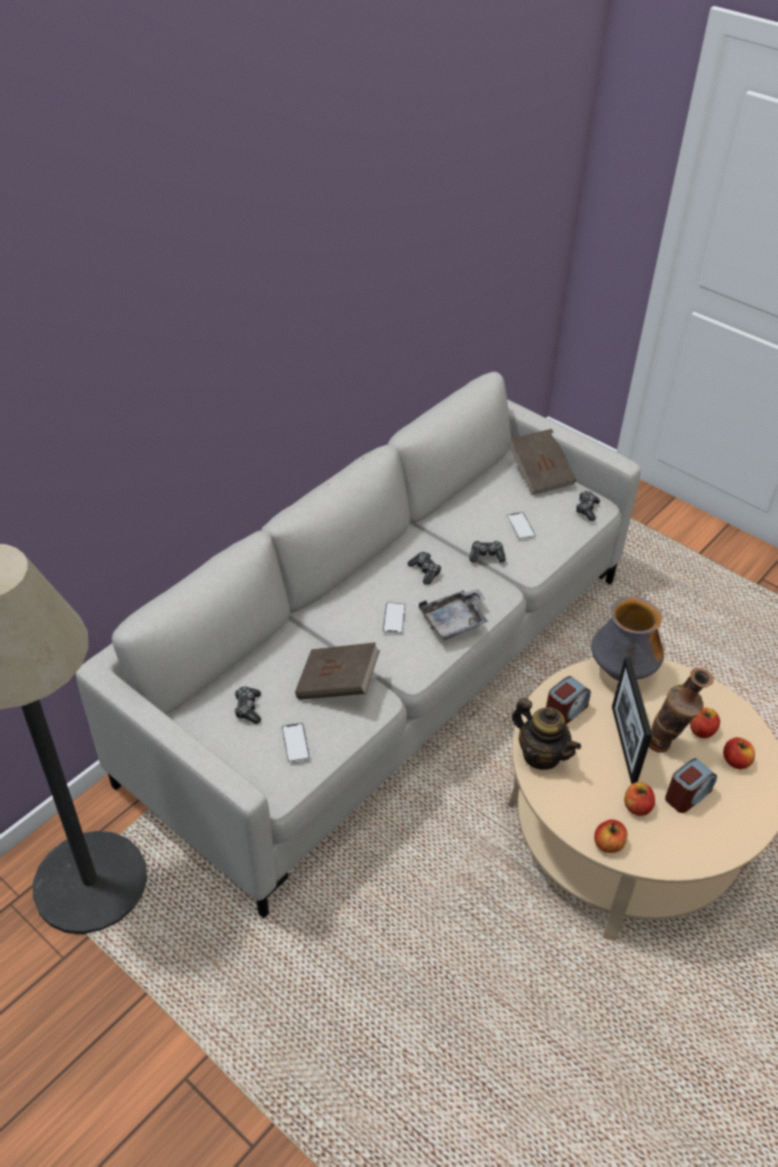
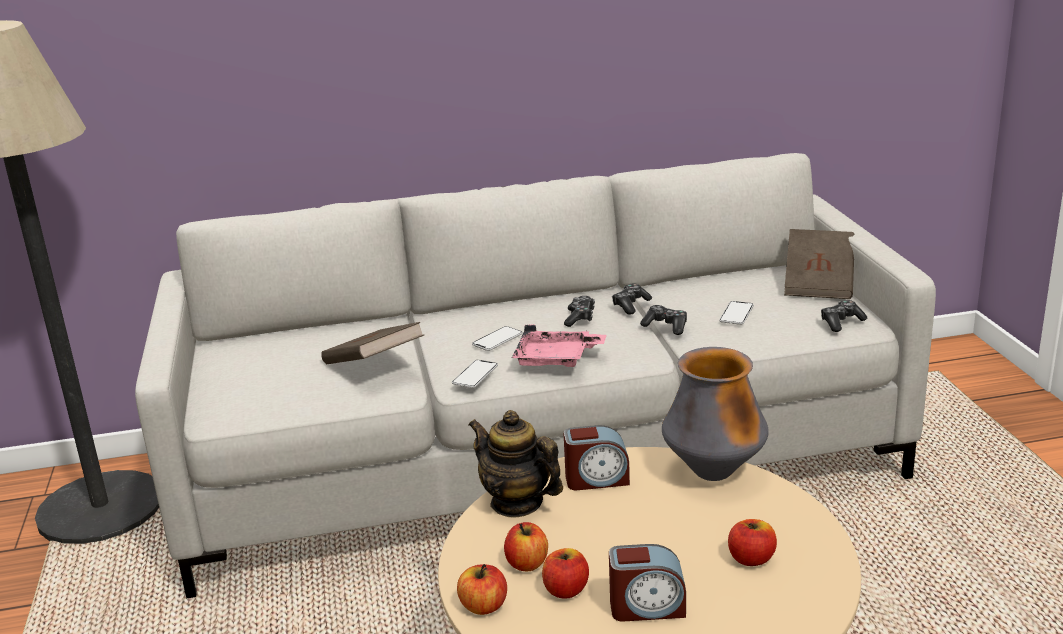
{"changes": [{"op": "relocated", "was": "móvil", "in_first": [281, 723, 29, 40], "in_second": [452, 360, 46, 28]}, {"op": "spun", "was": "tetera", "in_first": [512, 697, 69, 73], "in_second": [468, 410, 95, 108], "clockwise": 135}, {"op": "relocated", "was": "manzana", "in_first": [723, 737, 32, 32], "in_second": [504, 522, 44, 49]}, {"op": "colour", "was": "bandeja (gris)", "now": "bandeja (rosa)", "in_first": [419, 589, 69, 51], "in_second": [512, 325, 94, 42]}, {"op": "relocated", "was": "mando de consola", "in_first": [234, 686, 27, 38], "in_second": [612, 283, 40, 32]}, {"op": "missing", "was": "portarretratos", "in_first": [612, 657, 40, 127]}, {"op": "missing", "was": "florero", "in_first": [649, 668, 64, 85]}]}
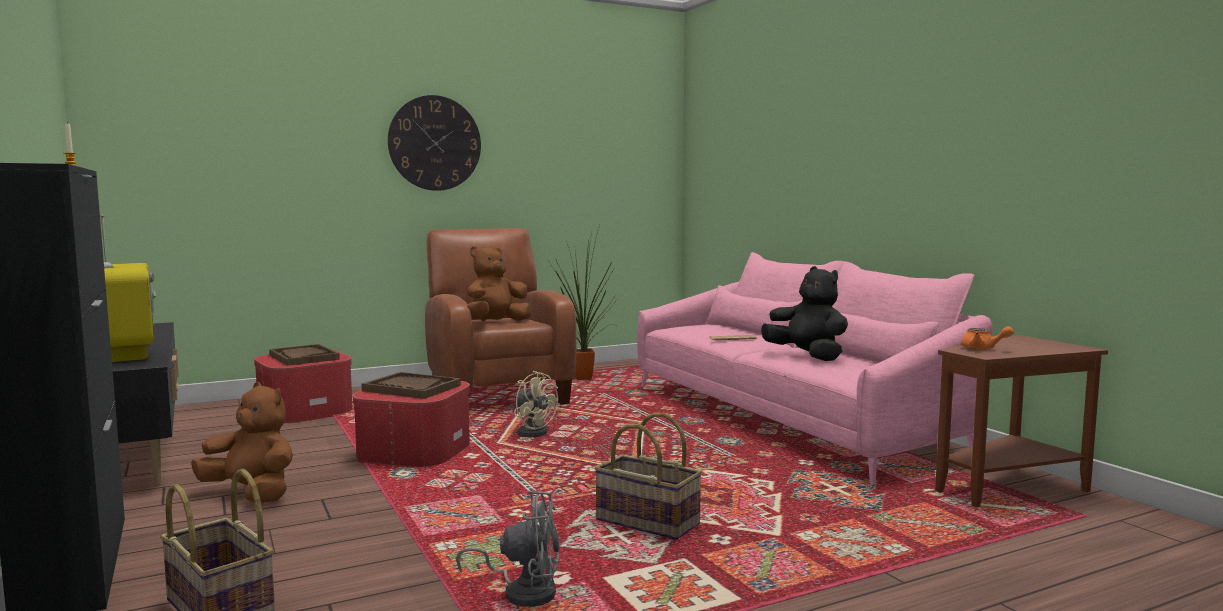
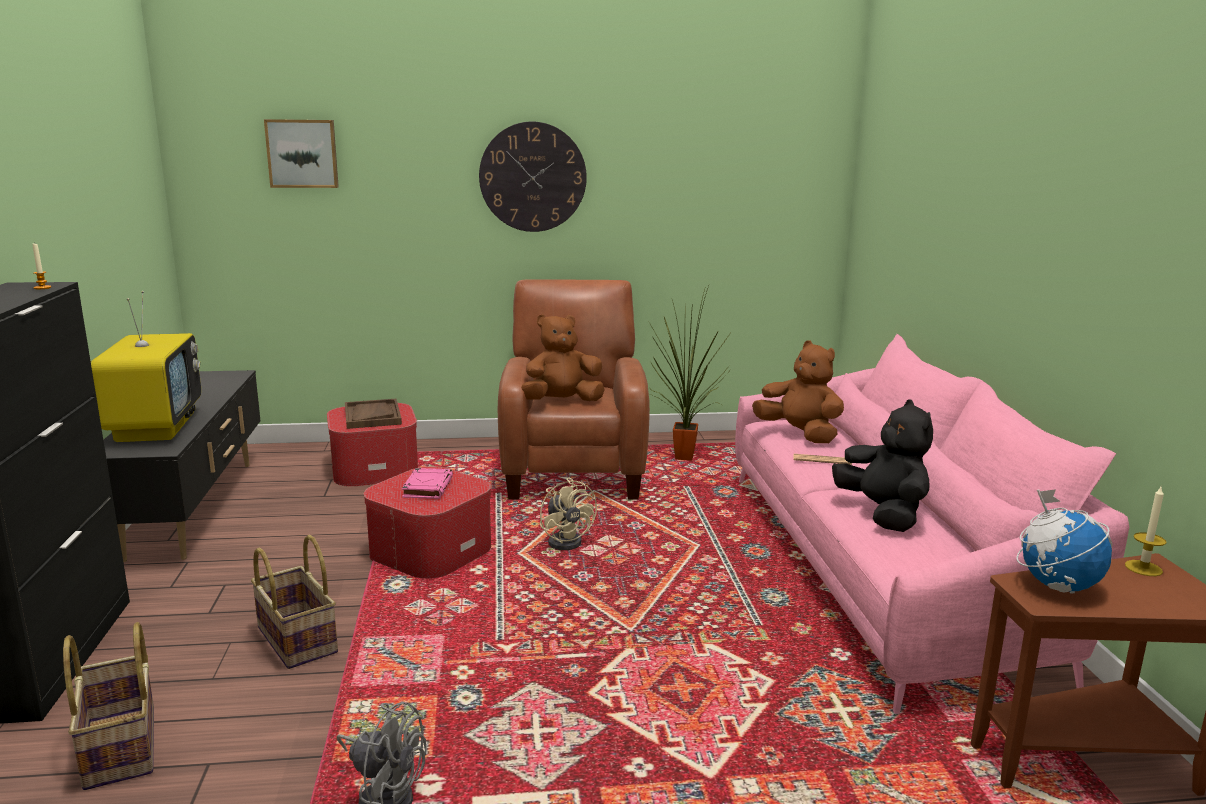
{"changes": [{"op": "relocated", "was": "cesta", "in_first": [594, 413, 108, 127], "in_second": [251, 535, 87, 134]}, {"op": "appeared", "now": "cuadro", "in_second": [264, 119, 75, 69]}, {"op": "exchanged", "was": "bandeja (marrón)", "now": "libro (rosa)", "in_first": [362, 372, 99, 27], "in_second": [402, 468, 51, 31]}, {"op": "relocated", "was": "peluche (marrón)", "in_first": [191, 382, 102, 121], "in_second": [752, 341, 92, 102]}, {"op": "exchanged", "was": "tetera (naranja)", "now": "globo terráqueo", "in_first": [961, 326, 53, 24], "in_second": [1016, 489, 97, 104]}, {"op": "appeared", "now": "vela", "in_second": [1125, 487, 42, 89]}]}
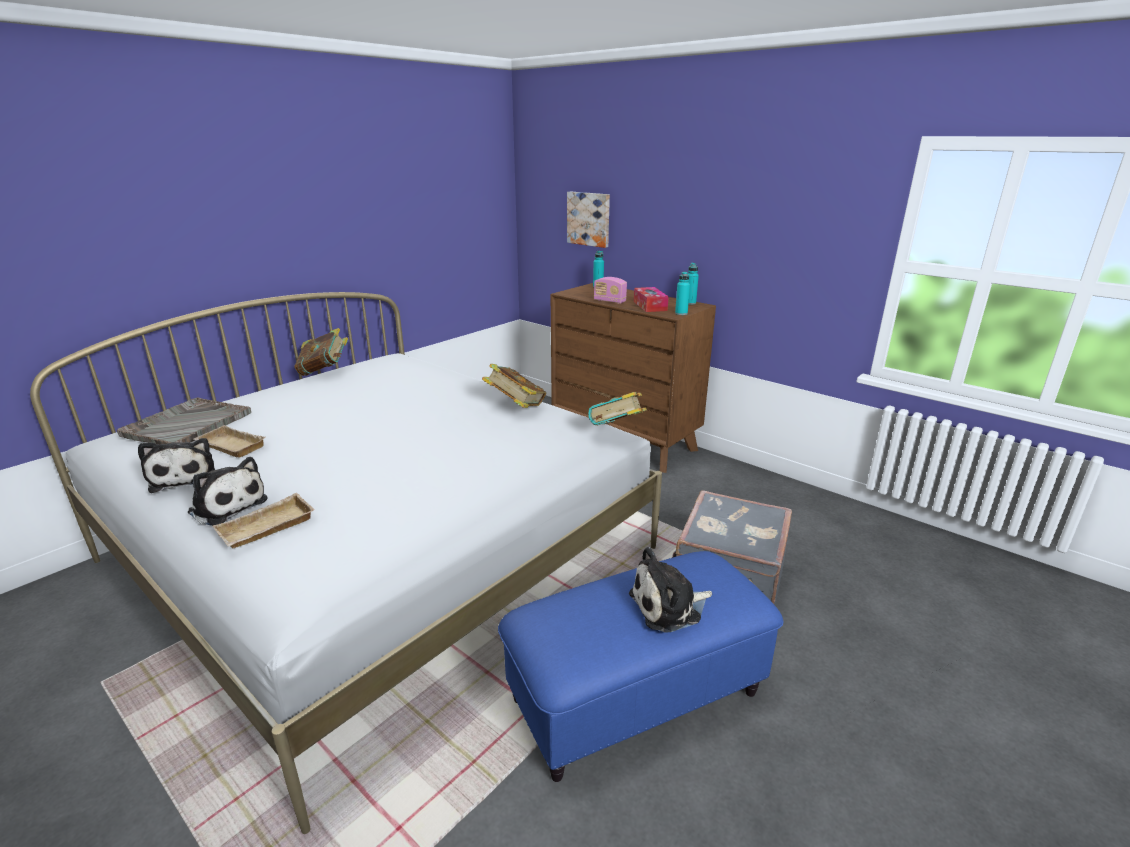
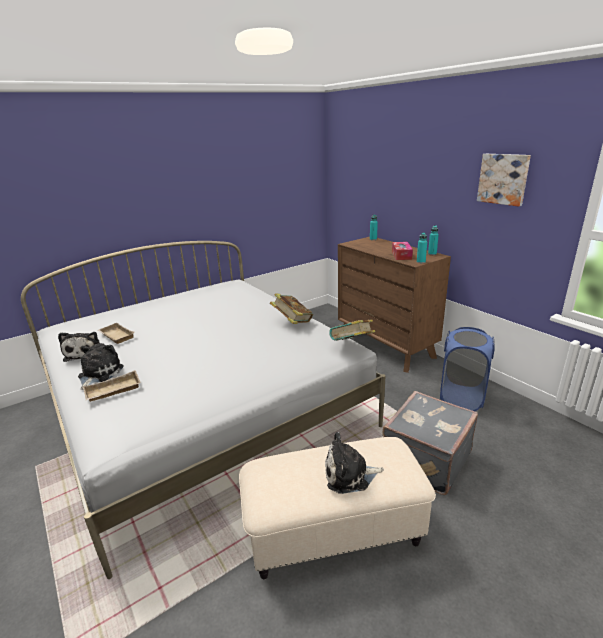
{"changes": [{"op": "spun", "was": "peluche", "in_first": [188, 457, 80, 69], "in_second": [78, 343, 46, 47], "clockwise": -120}, {"op": "colour", "was": "puf (azul)", "now": "puf (beis)", "in_first": [498, 551, 286, 231], "in_second": [239, 437, 197, 142]}, {"op": "appeared", "now": "cesto de la ropa (azul)", "in_second": [440, 327, 55, 84]}, {"op": "relocated", "was": "cuadro", "in_first": [567, 192, 43, 56], "in_second": [477, 154, 54, 53]}, {"op": "missing", "was": "bandeja (gris)", "in_first": [117, 398, 134, 47]}, {"op": "missing", "was": "libro", "in_first": [295, 328, 53, 48]}, {"op": "missing", "was": "radio", "in_first": [594, 277, 33, 27]}]}
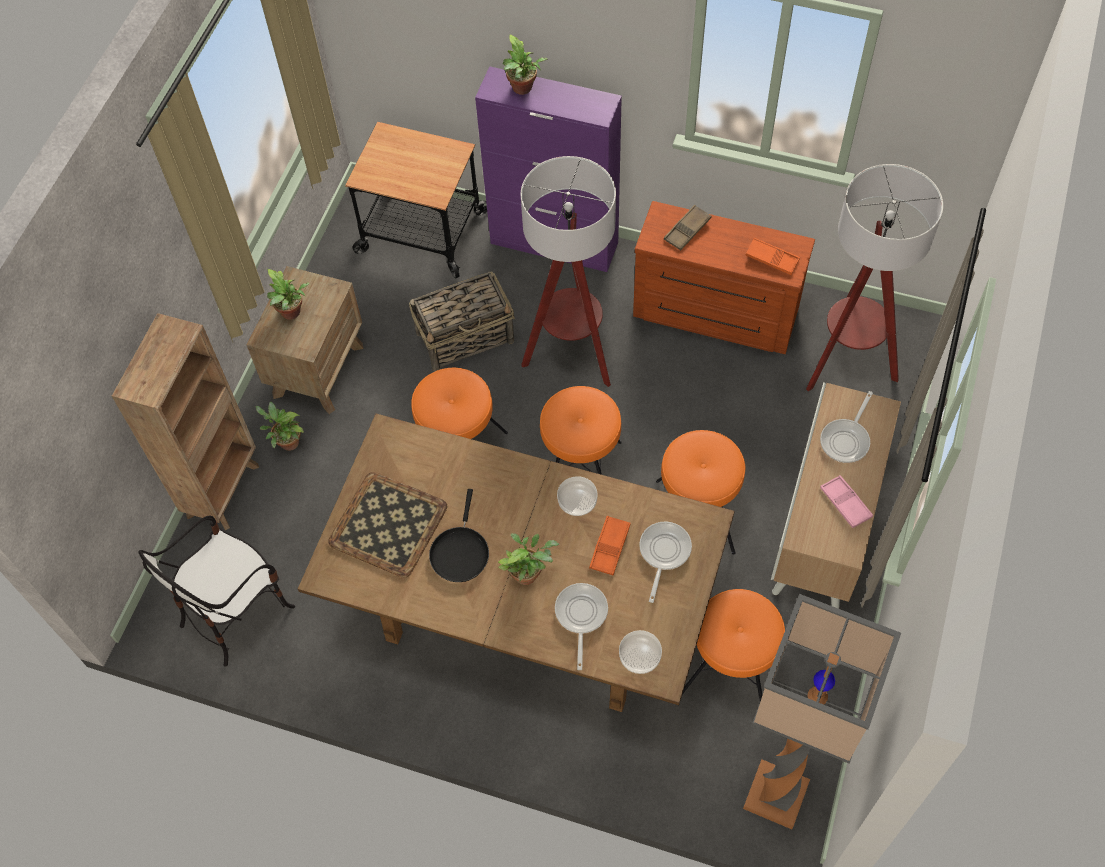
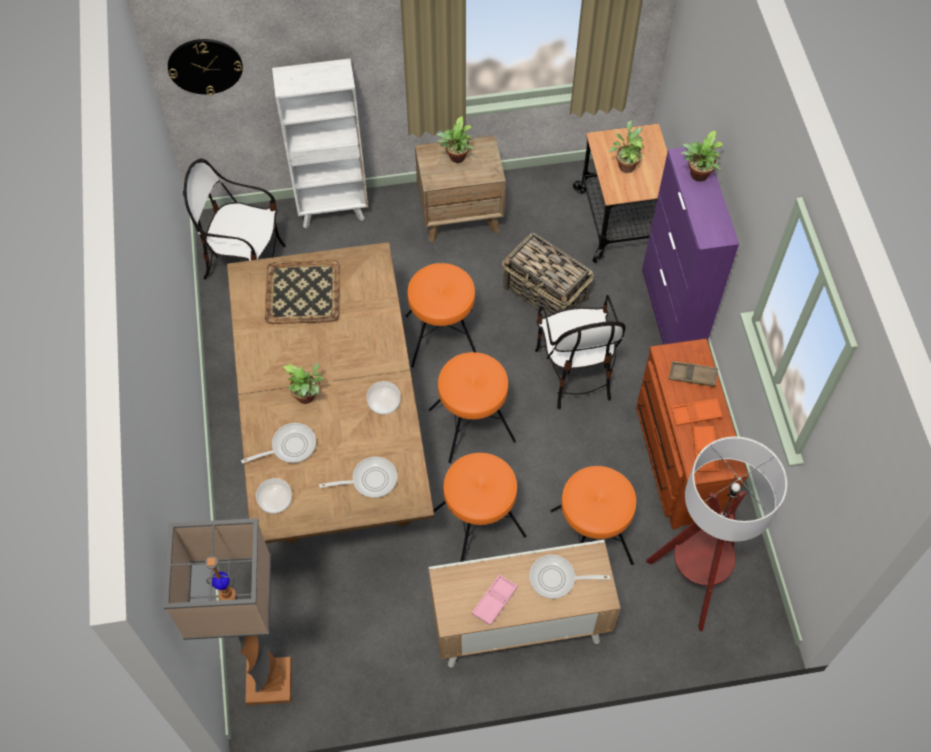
{"changes": [{"op": "appeared", "now": "reloj de pared", "in_second": [168, 39, 75, 57]}, {"op": "colour", "was": "estantería (marrón)", "now": "estantería (blanco)", "in_first": [112, 313, 147, 217], "in_second": [272, 59, 96, 169]}, {"op": "exchanged", "was": "lámpara de pie", "now": "silla", "in_first": [521, 156, 95, 231], "in_second": [535, 295, 90, 114]}, {"op": "relocated", "was": "taburete (naranja)", "in_first": [682, 589, 103, 113], "in_second": [550, 466, 86, 99]}, {"op": "relocated", "was": "planta en maceta", "in_first": [256, 402, 48, 49], "in_second": [609, 120, 35, 53]}, {"op": "relocated", "was": "bandeja (naranja)", "in_first": [589, 516, 42, 60], "in_second": [671, 399, 51, 27]}, {"op": "missing", "was": "sartén (negro)", "in_first": [429, 489, 60, 93]}]}
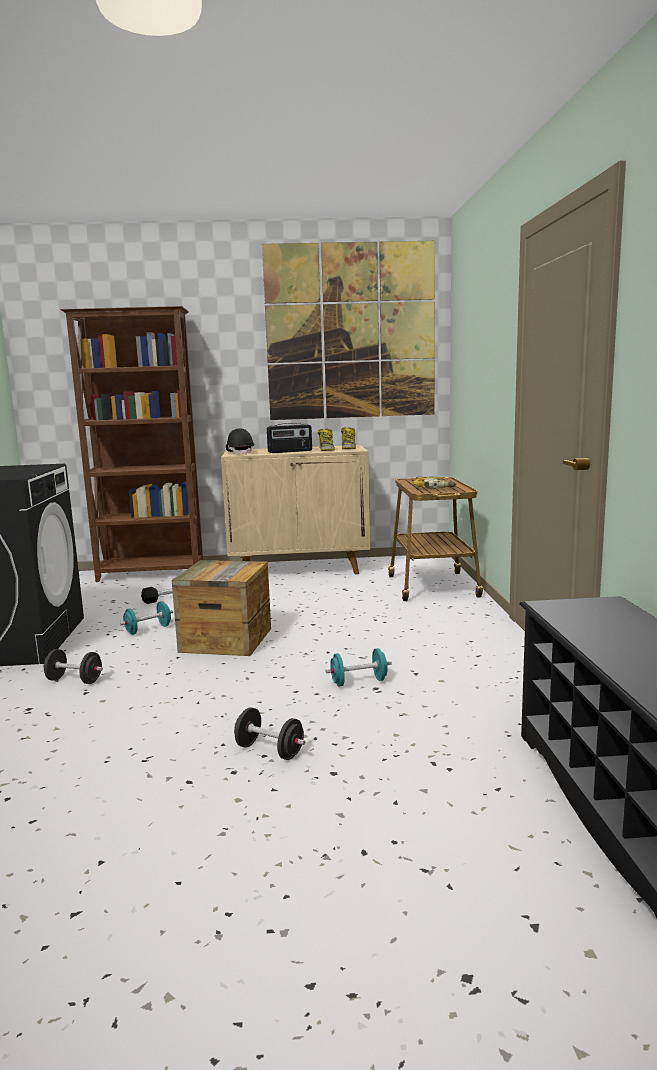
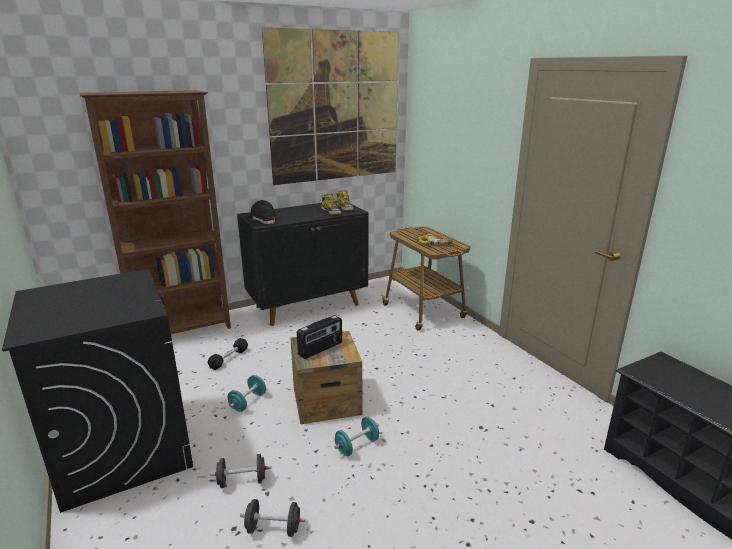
{"changes": [{"op": "colour", "was": "armario (beis)", "now": "armario (negro)", "in_first": [221, 445, 149, 129], "in_second": [237, 201, 132, 125]}, {"op": "relocated", "was": "mancuerna (negro)", "in_first": [234, 707, 71, 53], "in_second": [240, 499, 65, 38]}, {"op": "relocated", "was": "radio", "in_first": [267, 423, 45, 30], "in_second": [297, 315, 45, 44]}, {"op": "relocated", "was": "mancuerna (turquesa)", "in_first": [325, 648, 67, 39], "in_second": [334, 417, 45, 39]}]}
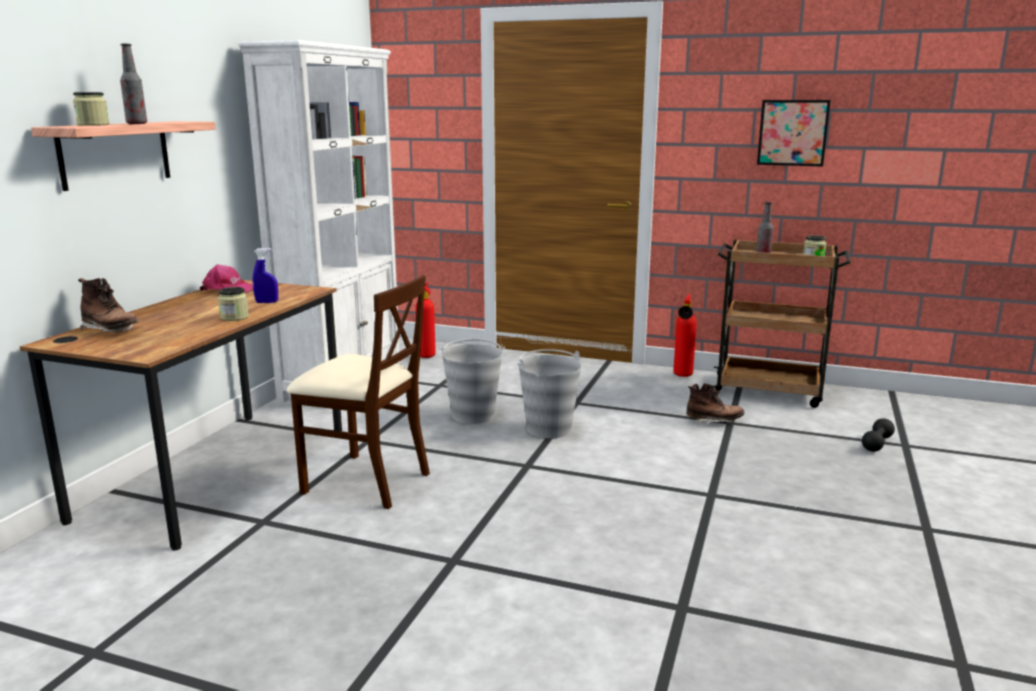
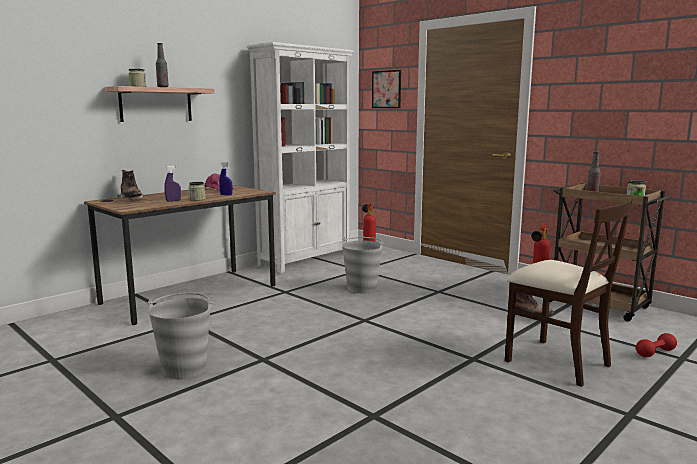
{"changes": [{"op": "relocated", "was": "cubo (gris)", "in_first": [518, 349, 63, 90], "in_second": [147, 293, 66, 86]}, {"op": "appeared", "now": "pulverizador (morado)", "in_second": [164, 165, 17, 37]}, {"op": "relocated", "was": "cuadro", "in_first": [757, 100, 73, 66], "in_second": [372, 70, 29, 38]}, {"op": "relocated", "was": "silla (beis)", "in_first": [287, 275, 143, 234], "in_second": [505, 200, 127, 187]}, {"op": "colour", "was": "mancuerna (negro)", "now": "mancuerna (rojo)", "in_first": [862, 418, 33, 34], "in_second": [636, 333, 41, 24]}]}
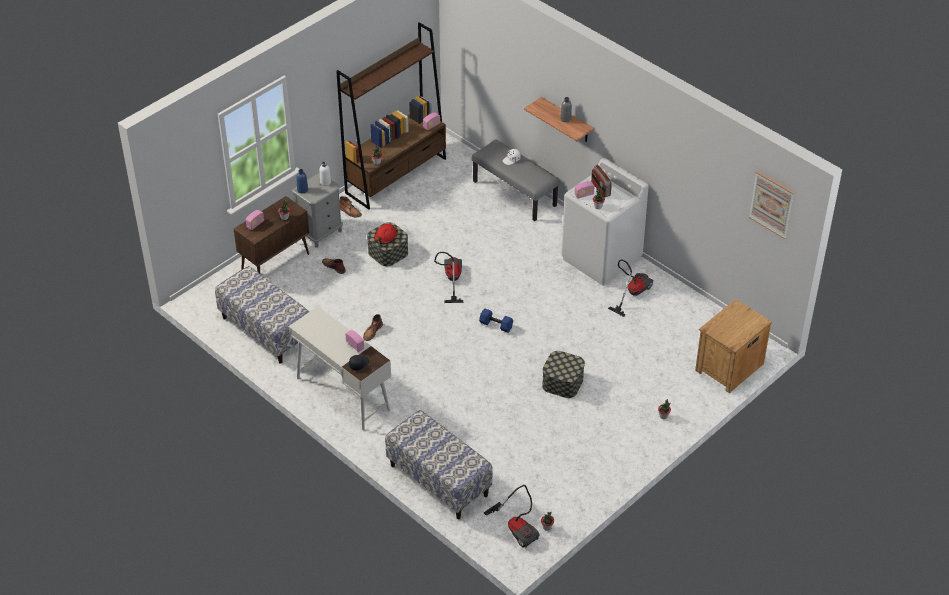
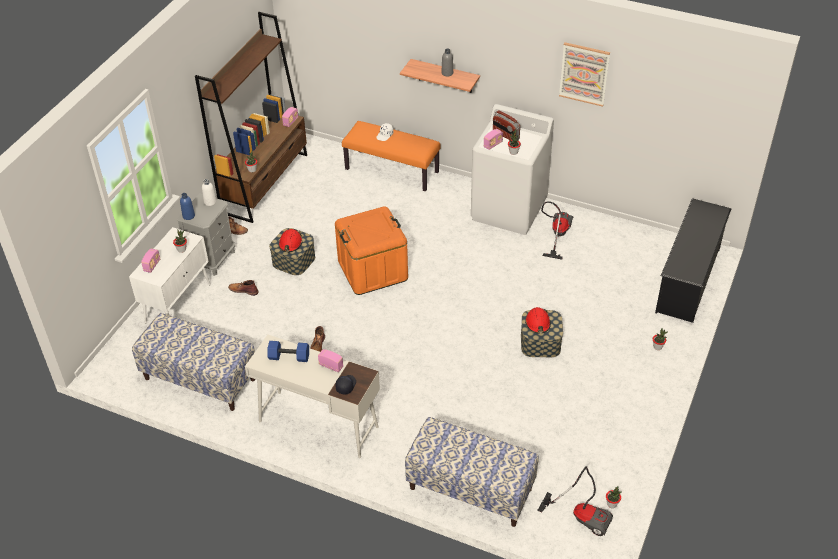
{"changes": [{"op": "colour", "was": "armario (marrón)", "now": "armario (blanco)", "in_first": [234, 196, 75, 77], "in_second": [129, 227, 82, 97]}, {"op": "relocated", "was": "mancuerna (azul)", "in_first": [479, 308, 34, 25], "in_second": [267, 341, 42, 21]}, {"op": "exchanged", "was": "aspiradora", "now": "caja de almacenaje (naranja)", "in_first": [434, 252, 30, 51], "in_second": [335, 207, 73, 88]}, {"op": "colour", "was": "banco (gris)", "now": "banco (naranja)", "in_first": [472, 139, 88, 82], "in_second": [342, 121, 99, 71]}, {"op": "appeared", "now": "casco (rojo)", "in_second": [525, 307, 26, 27]}, {"op": "relocated", "was": "cuadro", "in_first": [749, 171, 45, 68], "in_second": [559, 42, 51, 65]}, {"op": "exchanged", "was": "mesita de noche (marrón)", "now": "zapatero (negro)", "in_first": [695, 299, 77, 94], "in_second": [655, 198, 76, 125]}]}
